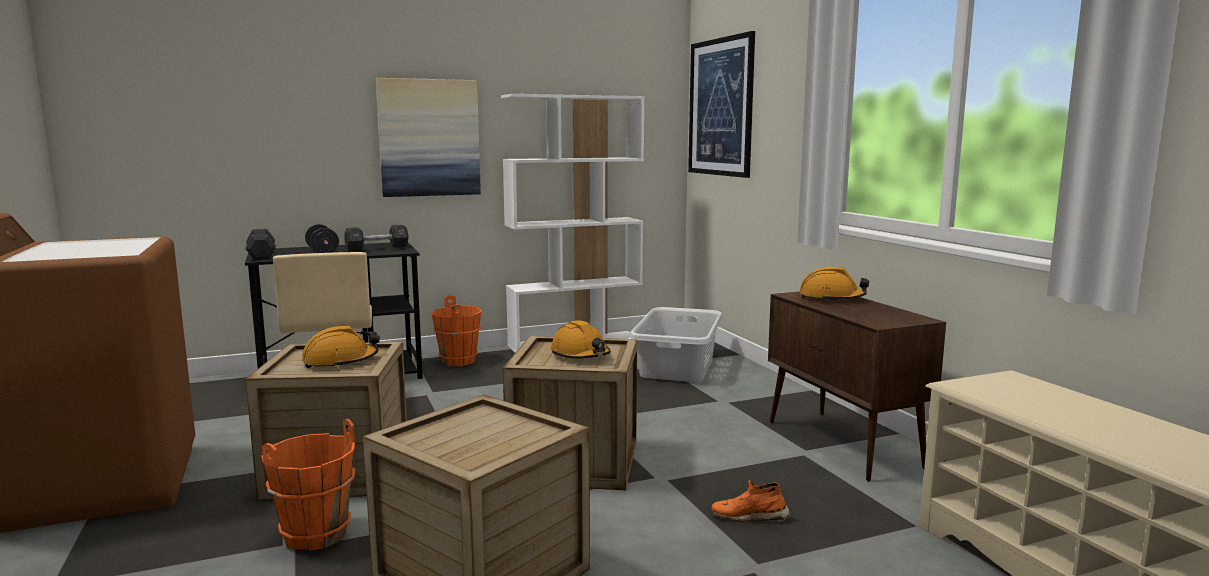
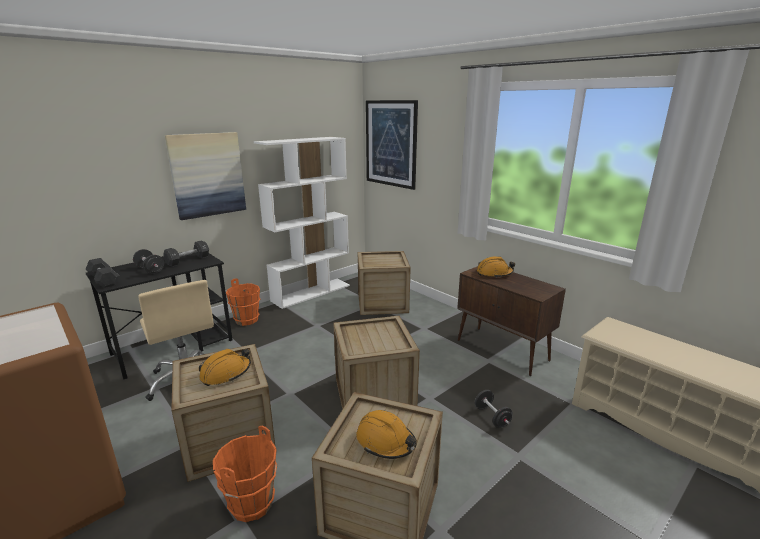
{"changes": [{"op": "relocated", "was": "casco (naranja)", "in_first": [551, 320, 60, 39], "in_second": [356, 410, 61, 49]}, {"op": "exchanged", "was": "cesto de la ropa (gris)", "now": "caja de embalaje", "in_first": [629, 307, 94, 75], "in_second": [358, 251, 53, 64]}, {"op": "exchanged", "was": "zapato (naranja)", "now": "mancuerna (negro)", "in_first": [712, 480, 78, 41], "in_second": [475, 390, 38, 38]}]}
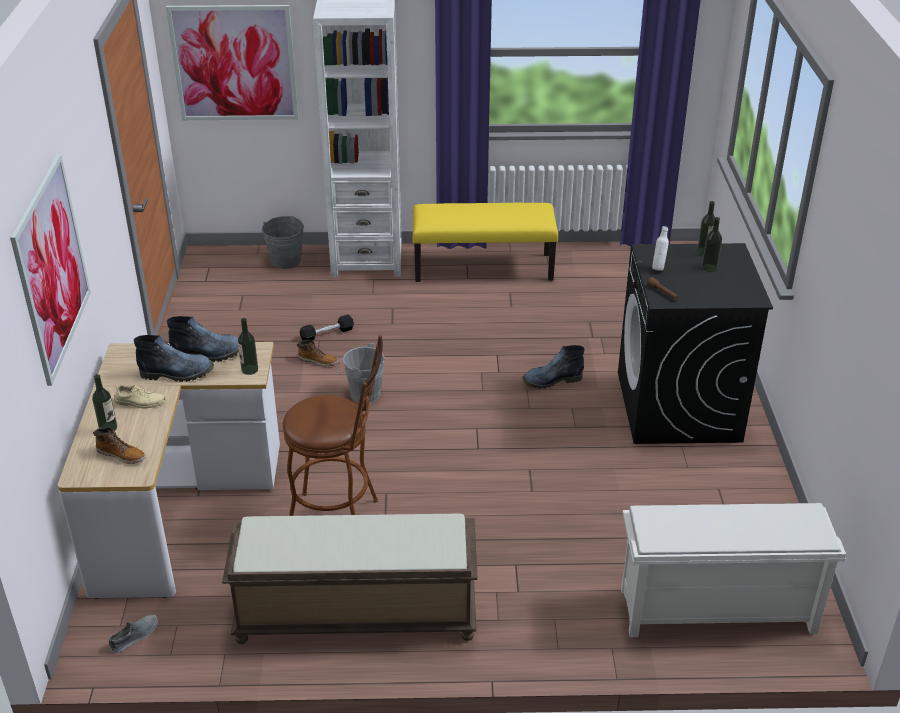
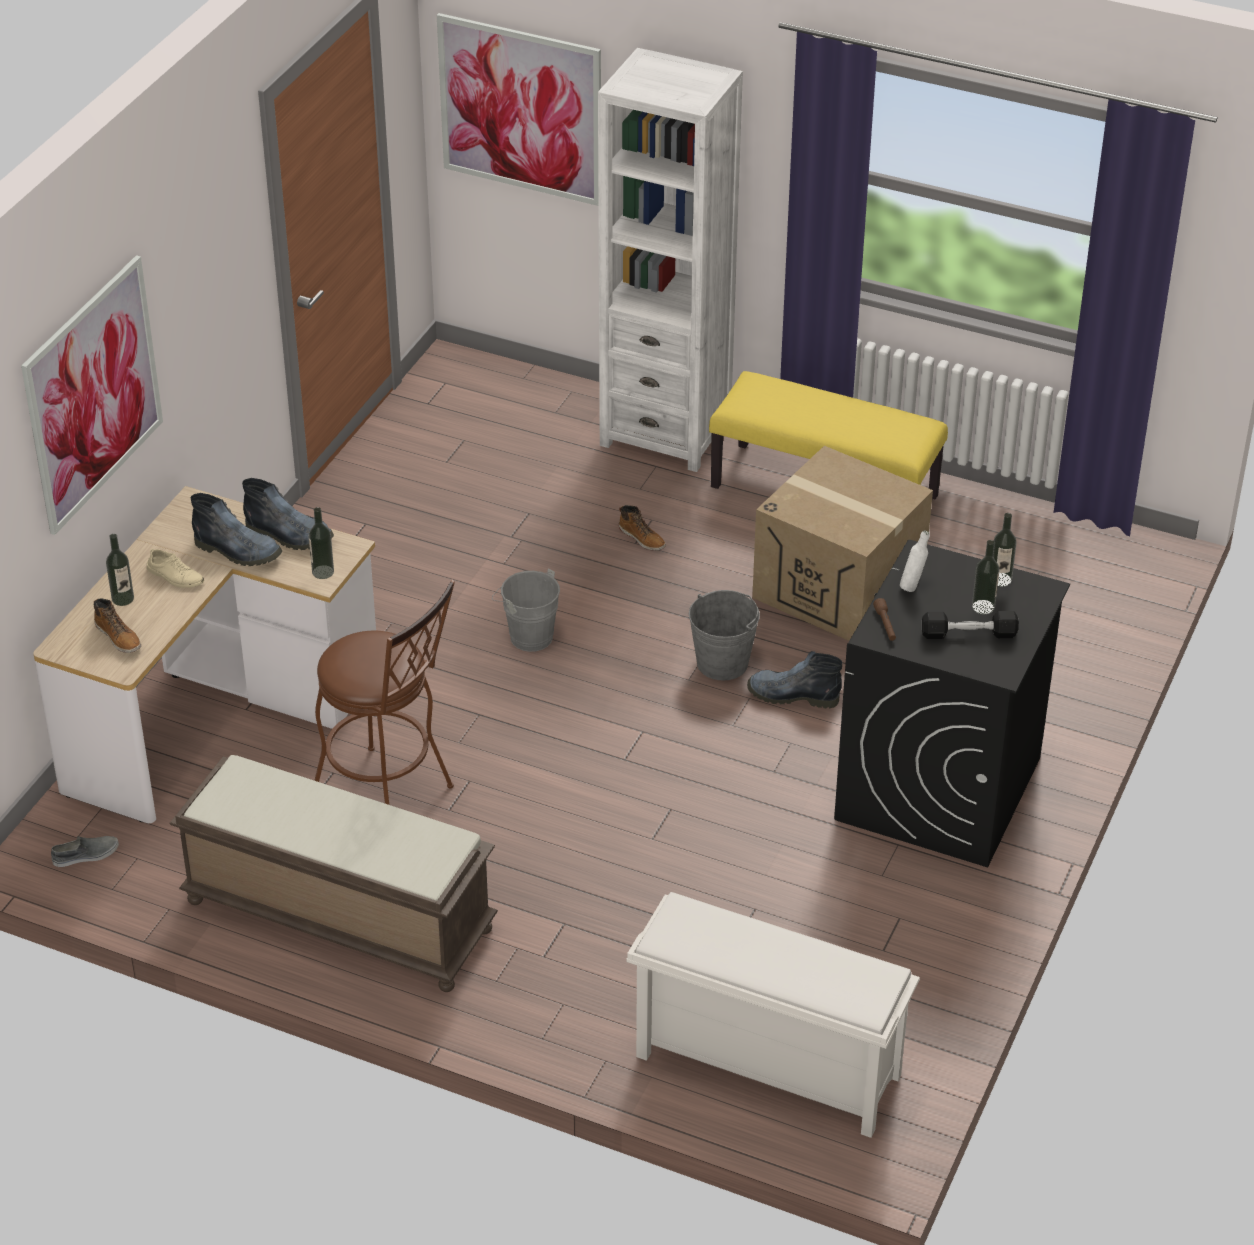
{"changes": [{"op": "relocated", "was": "bota", "in_first": [297, 340, 41, 26], "in_second": [619, 505, 47, 46]}, {"op": "relocated", "was": "cubo (gris)", "in_first": [262, 216, 42, 53], "in_second": [689, 590, 71, 90]}, {"op": "appeared", "now": "caja de cartón", "in_second": [752, 446, 181, 195]}, {"op": "relocated", "was": "mancuerna (negro)", "in_first": [299, 314, 55, 27], "in_second": [922, 611, 97, 28]}]}
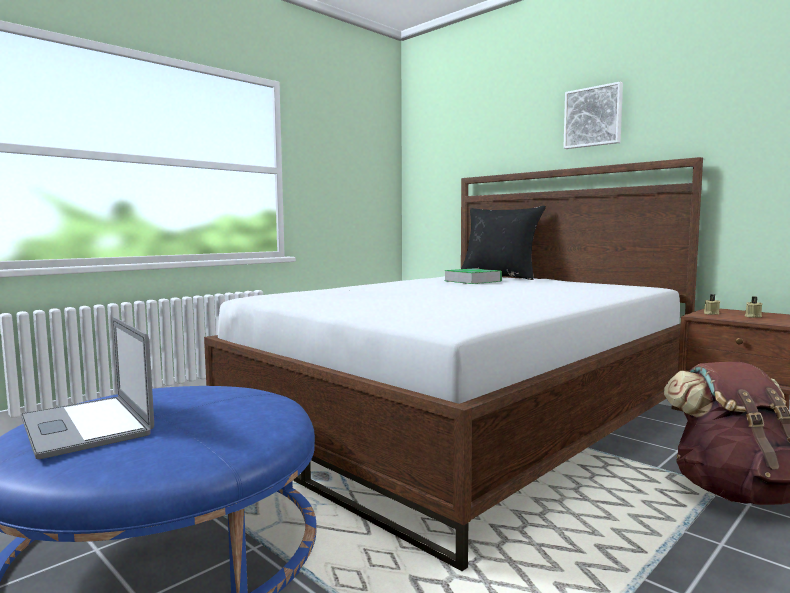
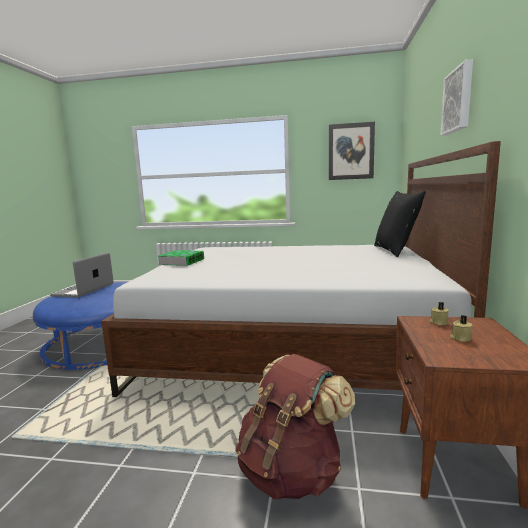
{"changes": [{"op": "relocated", "was": "libro", "in_first": [444, 269, 58, 15], "in_second": [158, 250, 46, 16]}, {"op": "appeared", "now": "cuadro", "in_second": [329, 122, 46, 58]}]}
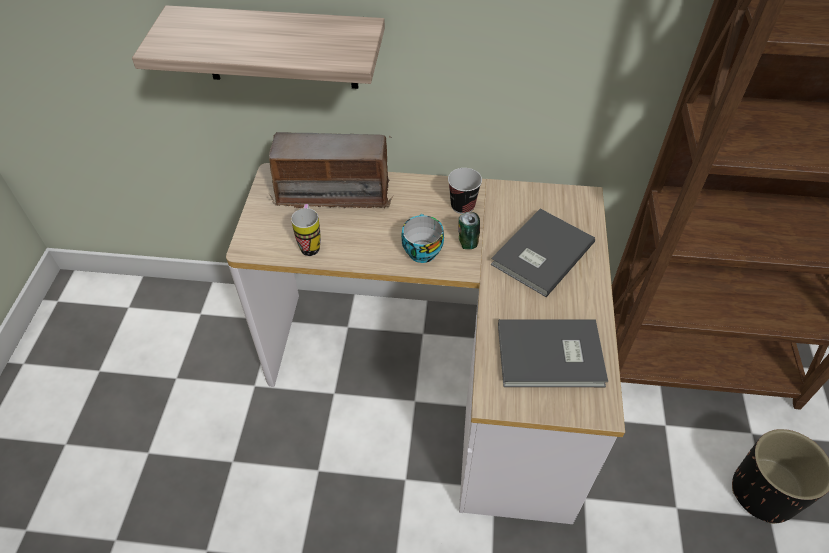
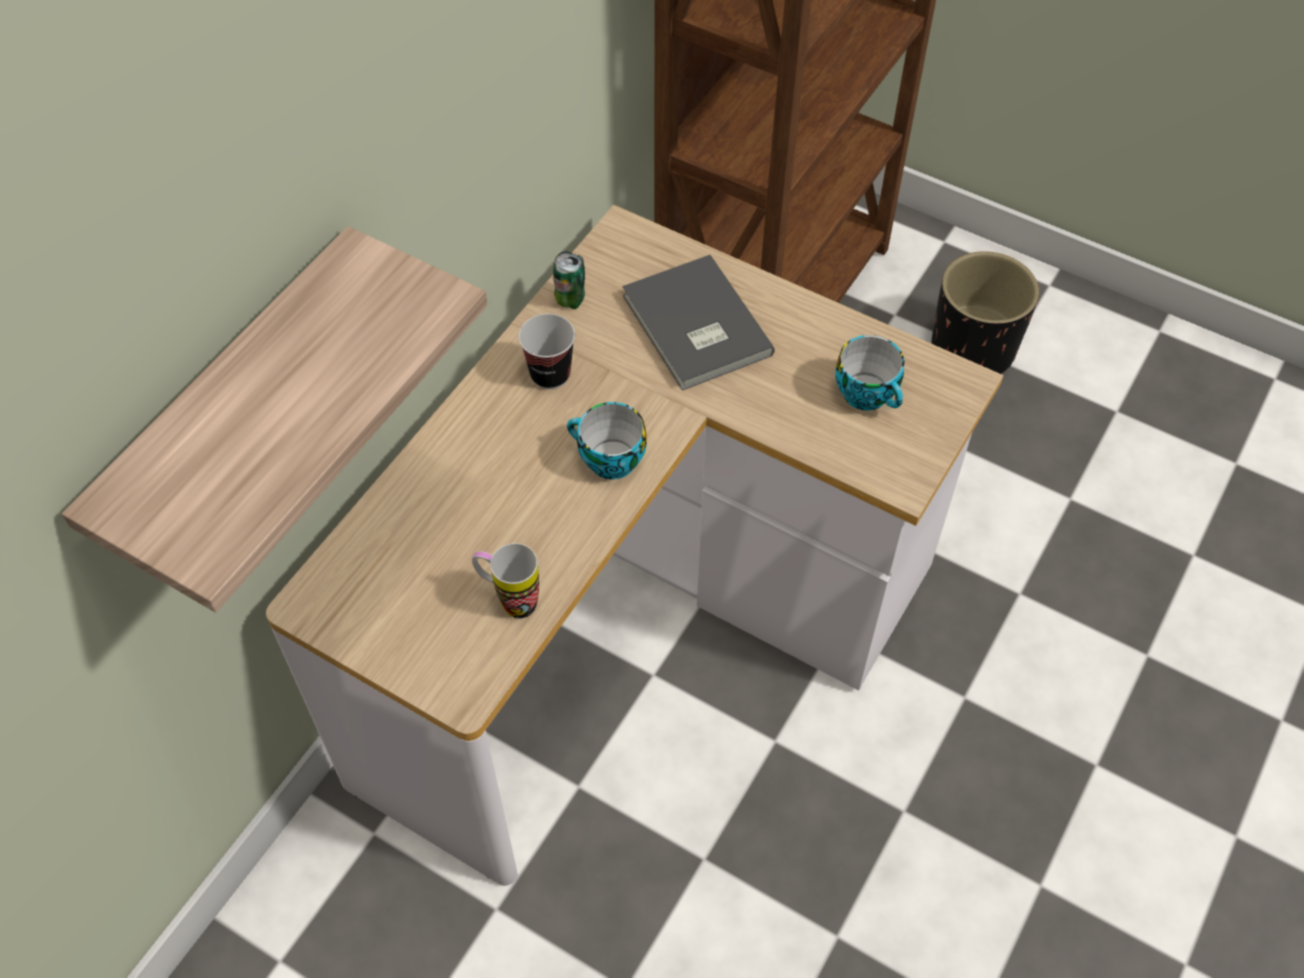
{"changes": [{"op": "relocated", "was": "lata", "in_first": [458, 212, 22, 37], "in_second": [553, 251, 32, 58]}, {"op": "exchanged", "was": "libro (gris)", "now": "taza", "in_first": [498, 319, 110, 68], "in_second": [835, 335, 69, 76]}, {"op": "missing", "was": "radio", "in_first": [269, 132, 125, 77]}]}
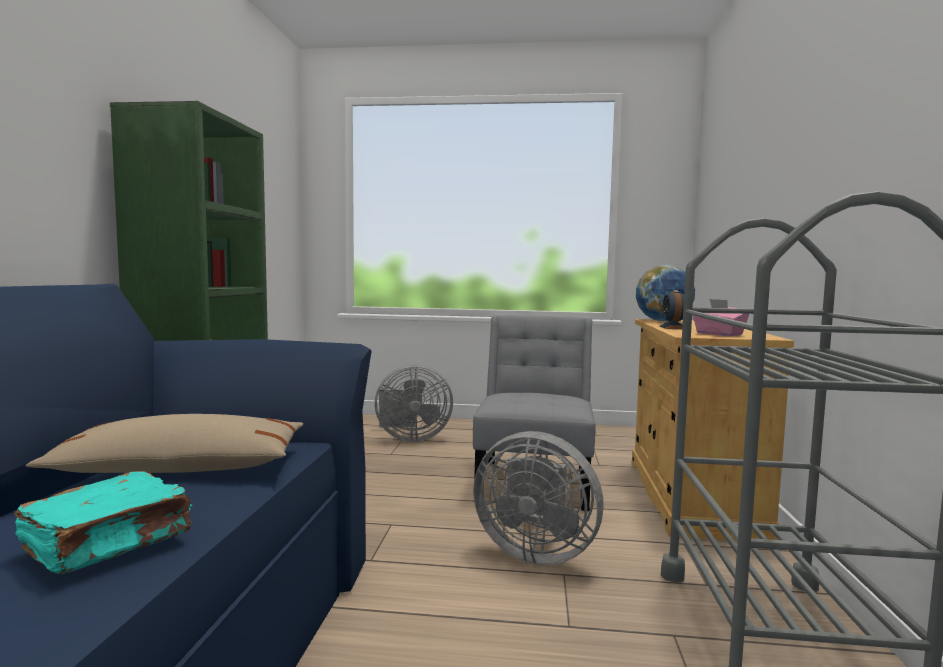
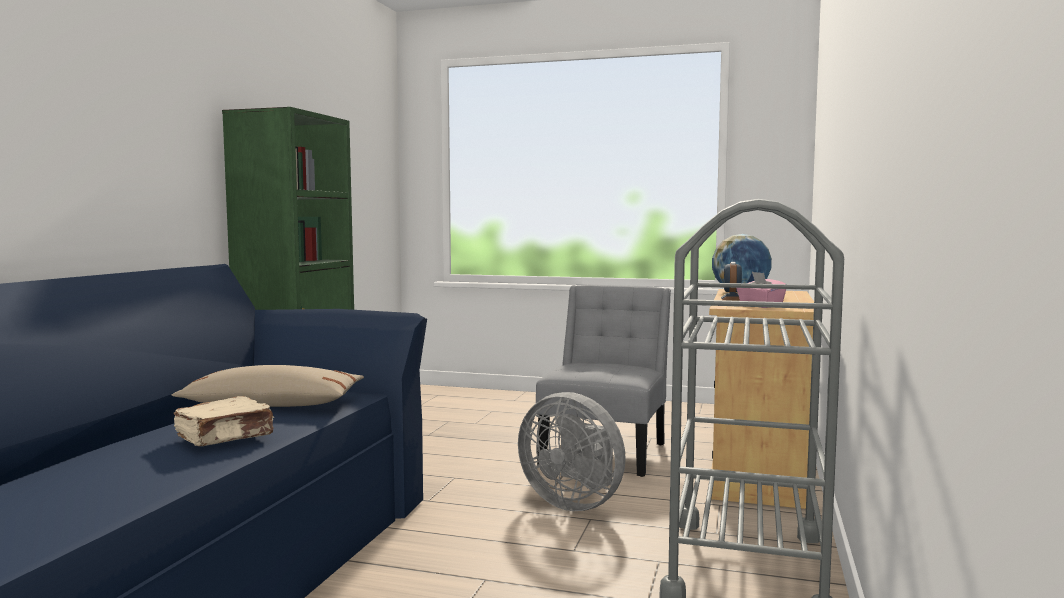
{"changes": [{"op": "colour", "was": "libro (turquesa)", "now": "libro (beis)", "in_first": [14, 471, 178, 103], "in_second": [174, 396, 101, 50]}, {"op": "missing", "was": "ventilador (gris)", "in_first": [375, 364, 78, 78]}]}
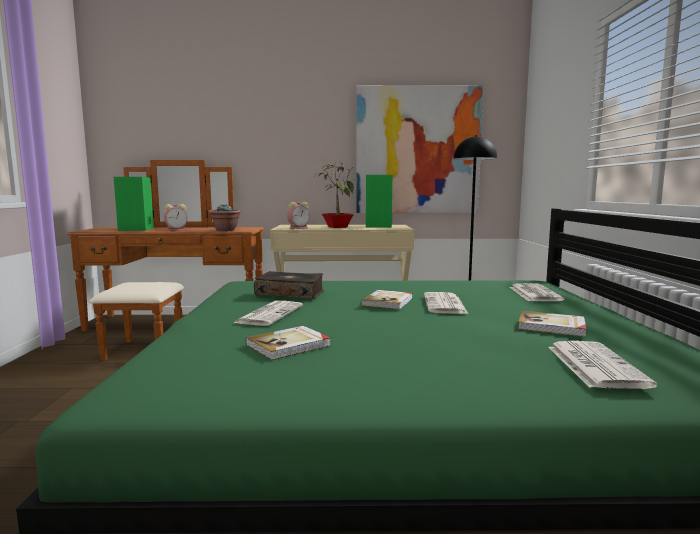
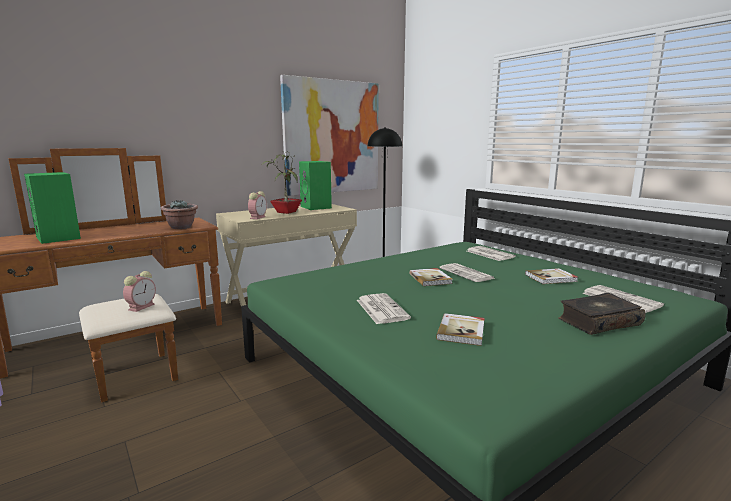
{"changes": [{"op": "relocated", "was": "despertador", "in_first": [164, 204, 24, 27], "in_second": [123, 271, 33, 41]}, {"op": "relocated", "was": "libro", "in_first": [254, 271, 70, 28], "in_second": [558, 293, 88, 42]}]}
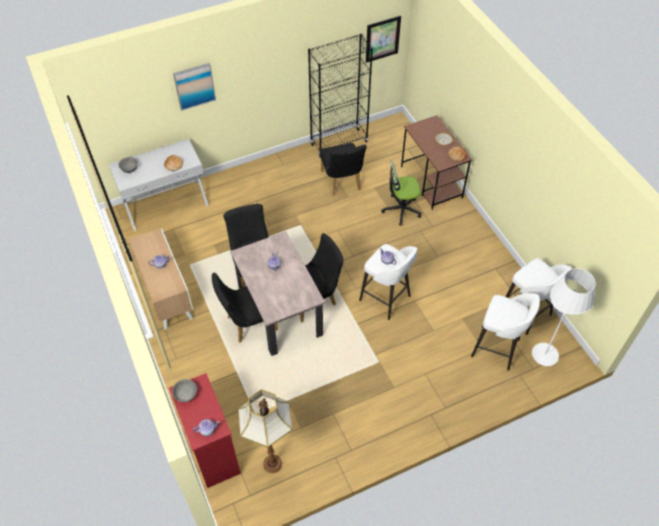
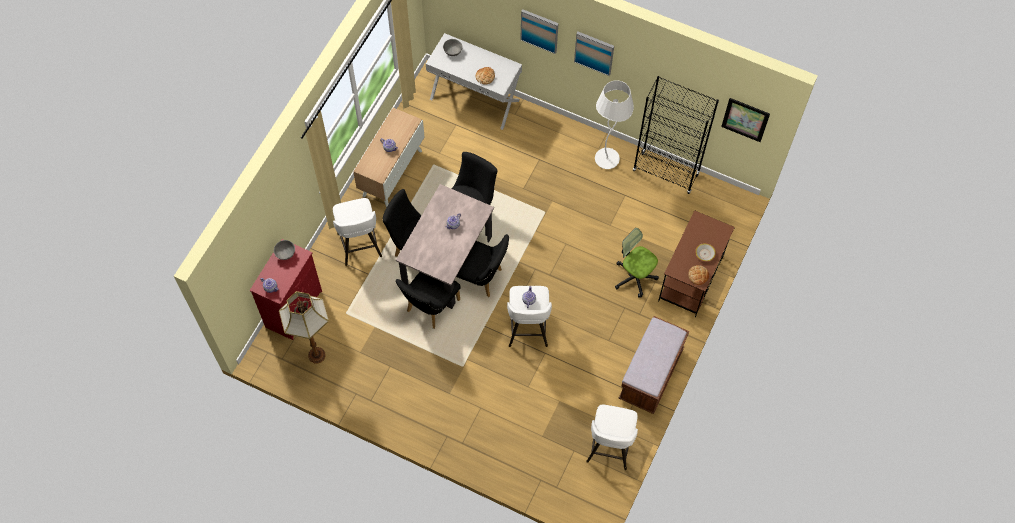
{"changes": [{"op": "relocated", "was": "taburete (blanco)", "in_first": [471, 293, 69, 78], "in_second": [333, 198, 49, 68]}, {"op": "relocated", "was": "silla (negro)", "in_first": [320, 143, 47, 53], "in_second": [395, 272, 65, 57]}, {"op": "appeared", "now": "cuadro", "in_second": [574, 32, 40, 44]}, {"op": "relocated", "was": "lámpara de pie (blanco)", "in_first": [532, 268, 64, 98], "in_second": [595, 80, 39, 89]}, {"op": "appeared", "now": "banco (marrón)", "in_second": [619, 316, 70, 98]}]}
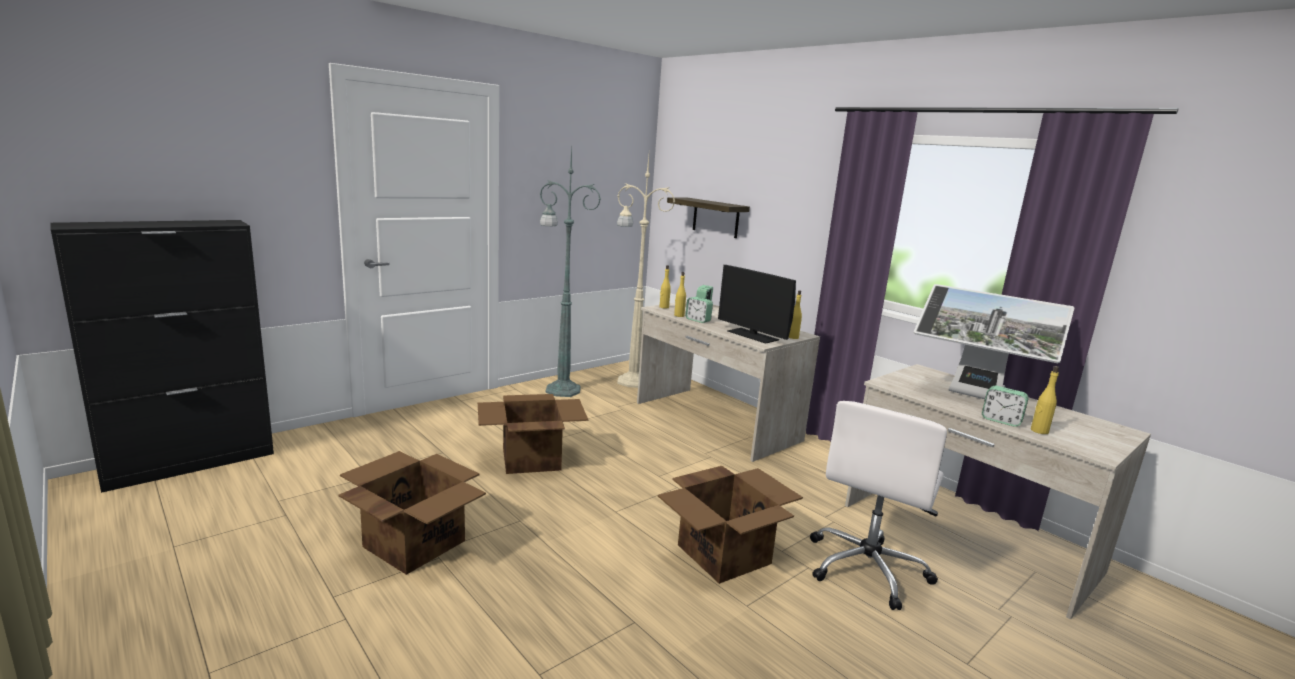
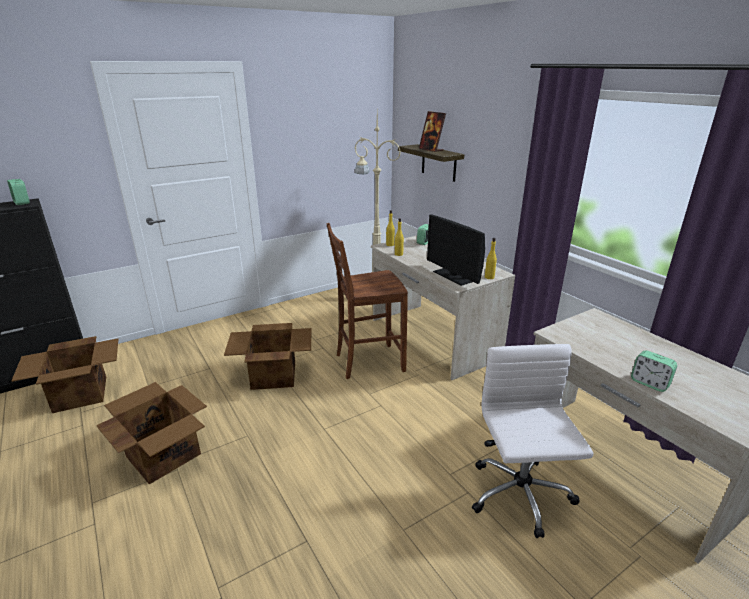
{"changes": [{"op": "relocated", "was": "despertador", "in_first": [685, 297, 28, 26], "in_second": [7, 179, 23, 26]}, {"op": "relocated", "was": "caja de cartón", "in_first": [658, 466, 145, 118], "in_second": [11, 336, 108, 77]}, {"op": "appeared", "now": "silla (marrón)", "in_second": [327, 223, 81, 156]}, {"op": "appeared", "now": "portarretratos", "in_second": [419, 111, 27, 41]}, {"op": "spun", "was": "silla de oficina (blanco)", "in_first": [810, 401, 137, 209], "in_second": [472, 344, 121, 194], "clockwise": 135}, {"op": "missing", "was": "lámpara de pie (verde)", "in_first": [540, 147, 61, 250]}, {"op": "missing", "was": "monitor", "in_first": [914, 284, 160, 115]}, {"op": "missing", "was": "botella (amarillo)", "in_first": [1031, 366, 28, 68]}]}
